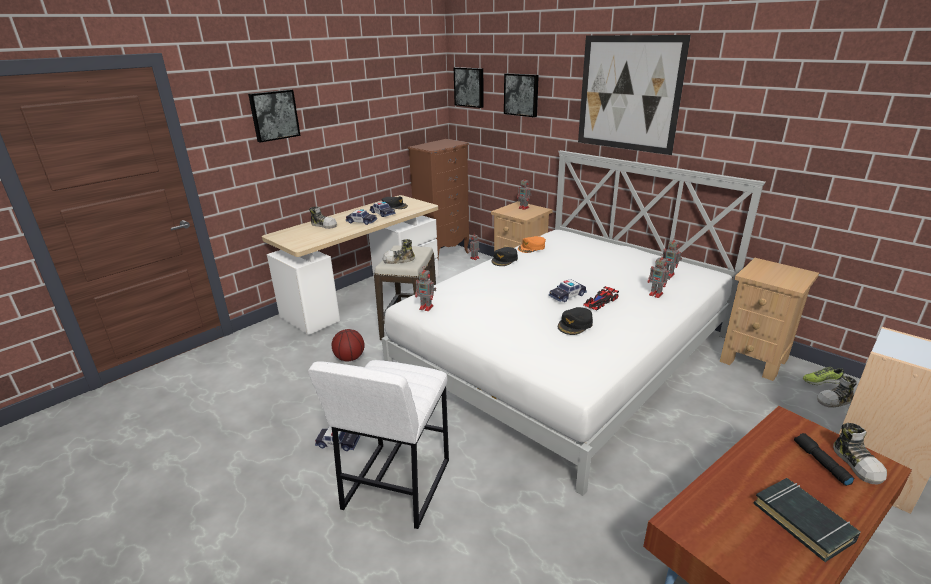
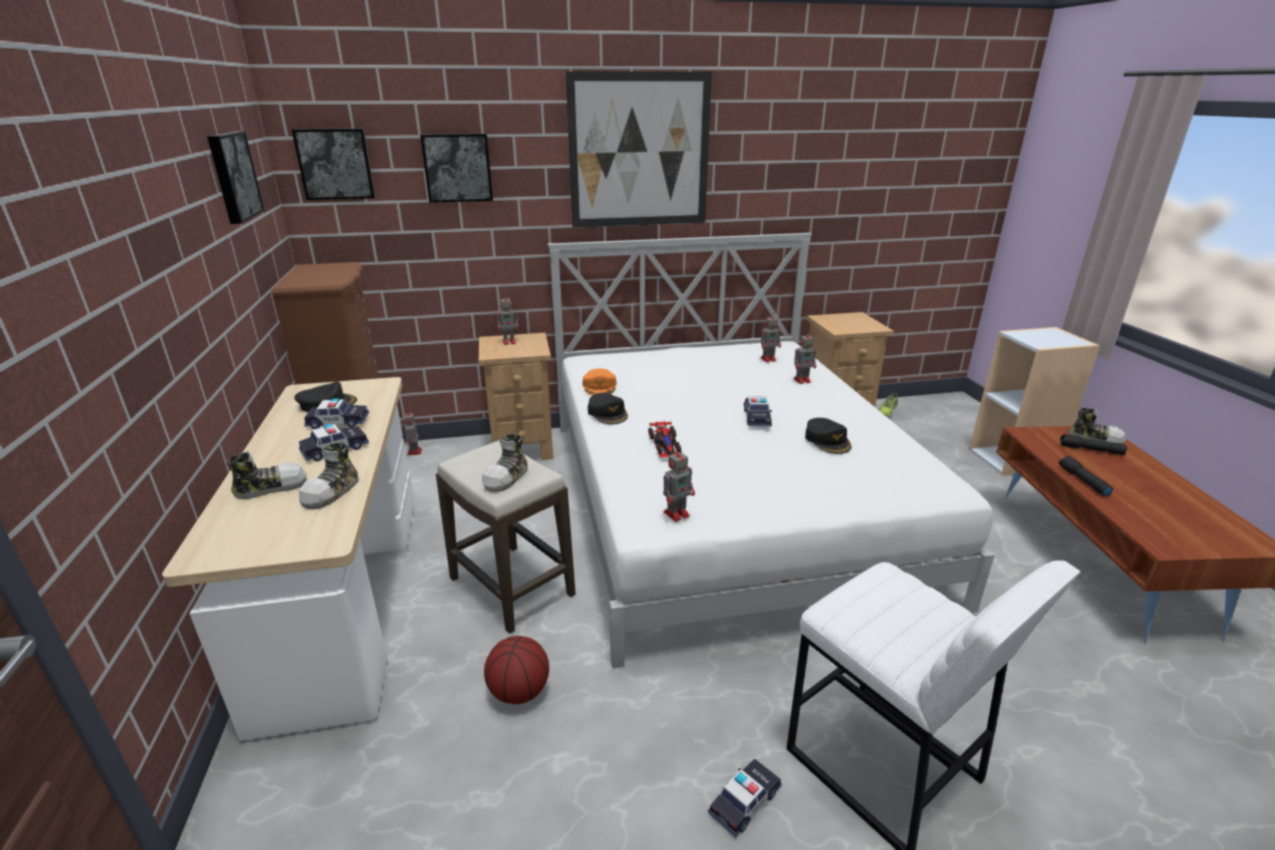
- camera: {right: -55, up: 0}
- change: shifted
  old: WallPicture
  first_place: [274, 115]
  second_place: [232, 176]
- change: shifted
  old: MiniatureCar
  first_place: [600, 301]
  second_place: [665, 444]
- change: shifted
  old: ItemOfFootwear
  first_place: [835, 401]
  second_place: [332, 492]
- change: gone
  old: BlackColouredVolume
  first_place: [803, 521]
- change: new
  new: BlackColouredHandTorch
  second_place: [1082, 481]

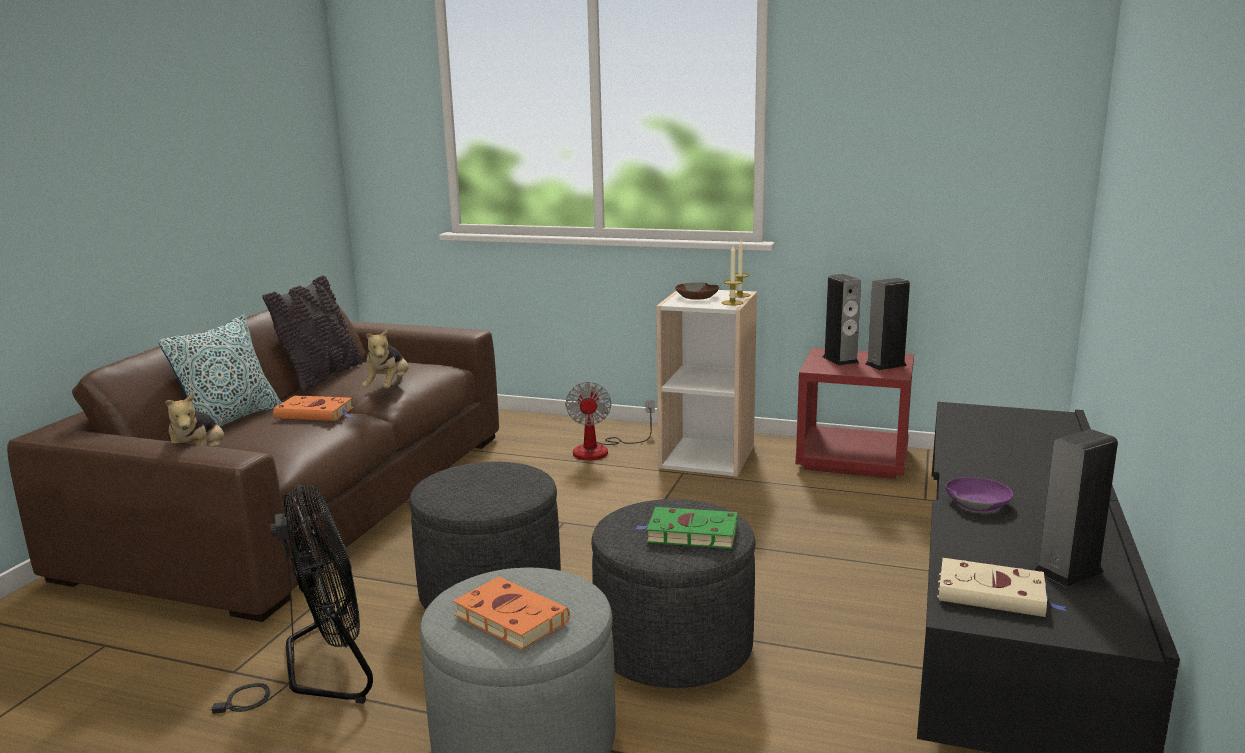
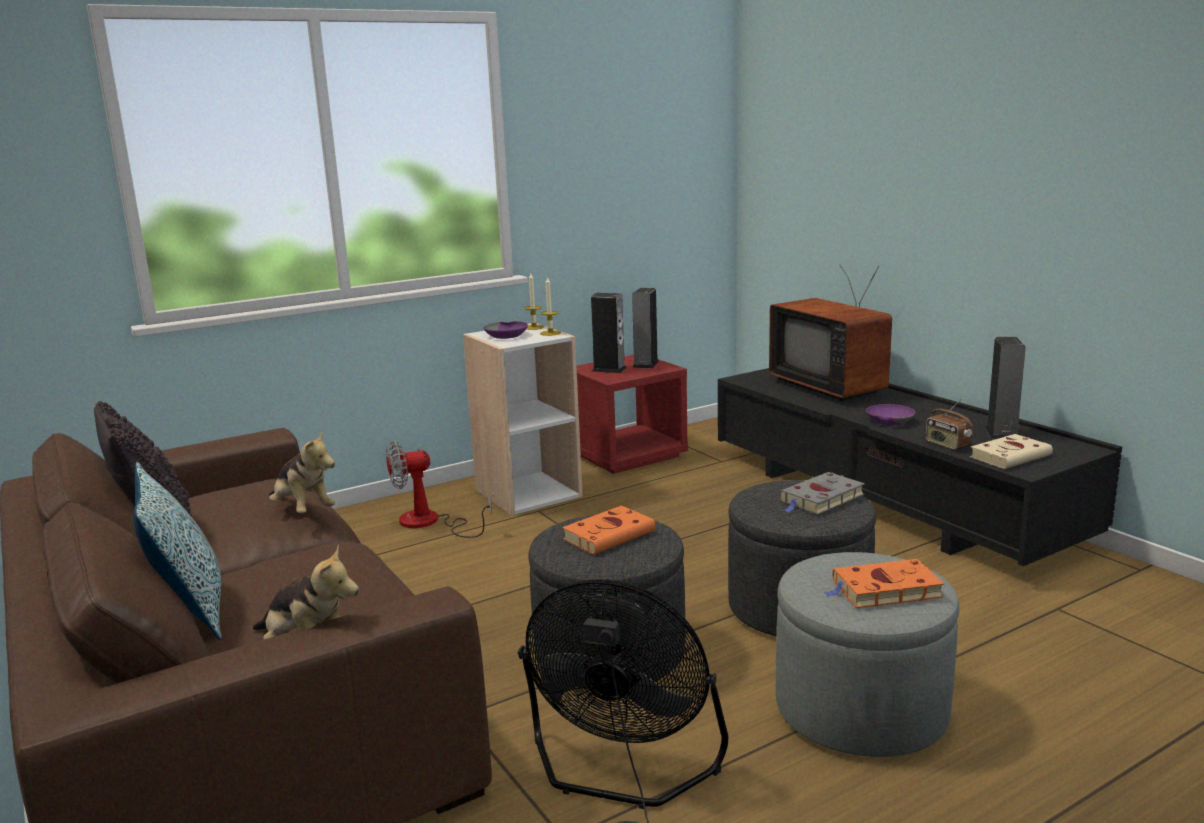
- camera: {right: -50, up: 0}
- change: repainted
  old: BrownishBowl
  new: PurpleColouredBowl
  first_place: [697, 297]
  second_place: [507, 336]
- change: rotated
  old: CoolingFan
  first_place: [601, 450]
  second_place: [430, 523]
  degrees: 120
- change: shifted
  old: OrangeyVolume
  first_place: [316, 413]
  second_place: [611, 535]
- change: repainted
  old: GreenColouredVolume
  new: GreyishVolume
  first_place: [689, 533]
  second_place: [820, 499]
- change: new
  new: TvSet
  second_place: [832, 386]
- change: new
  new: RadioSet
  second_place: [947, 445]

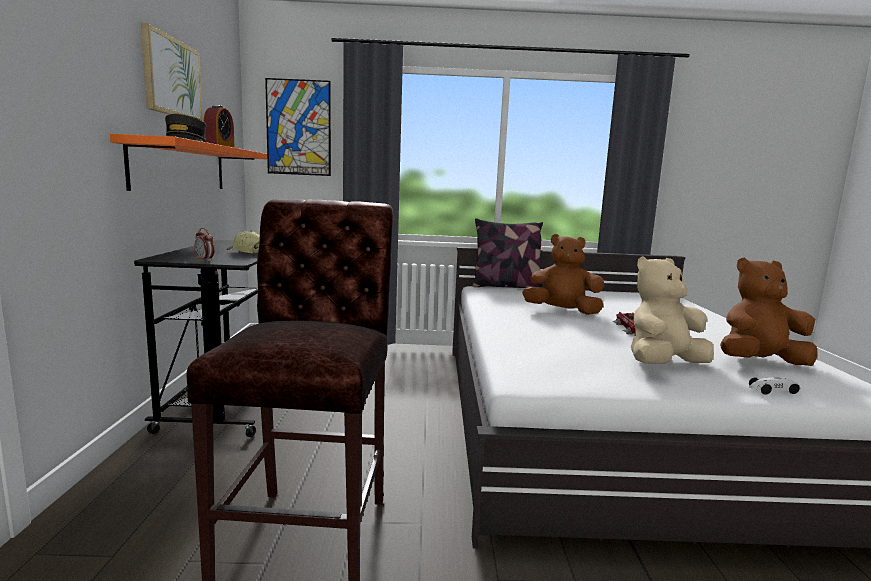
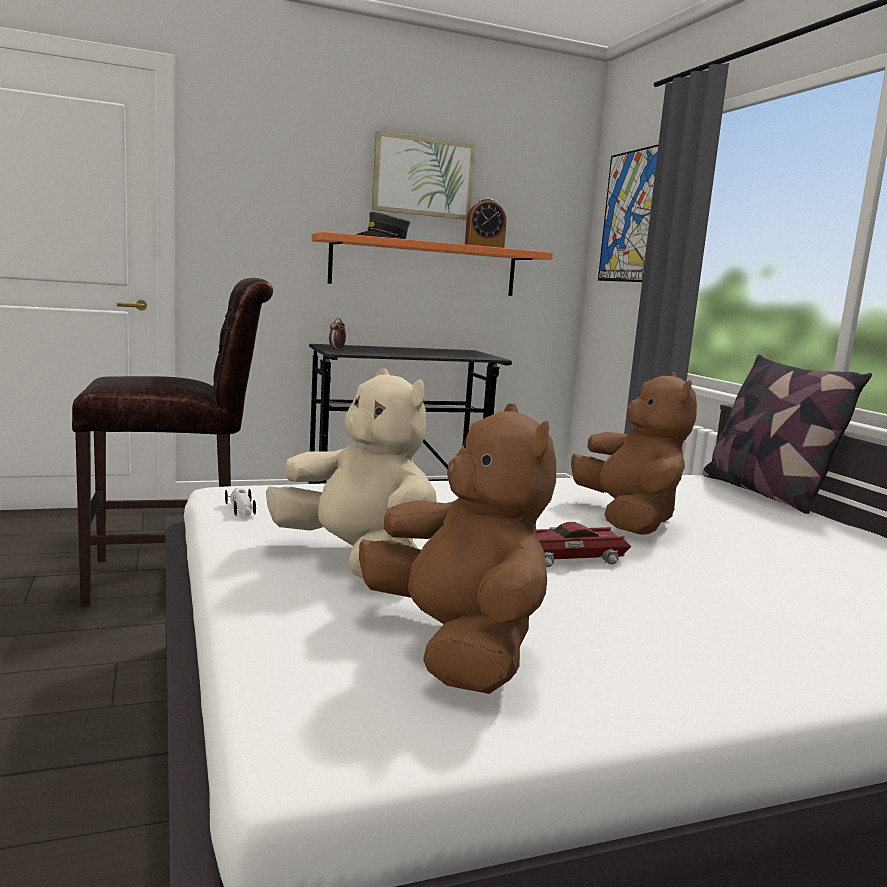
- camera: {right: 70, up: 0}
- change: gone
  old: PeakedCap
  first_place: [245, 252]
- change: shifted
  old: MiniatureCar
  first_place: [774, 391]
  second_place: [241, 509]

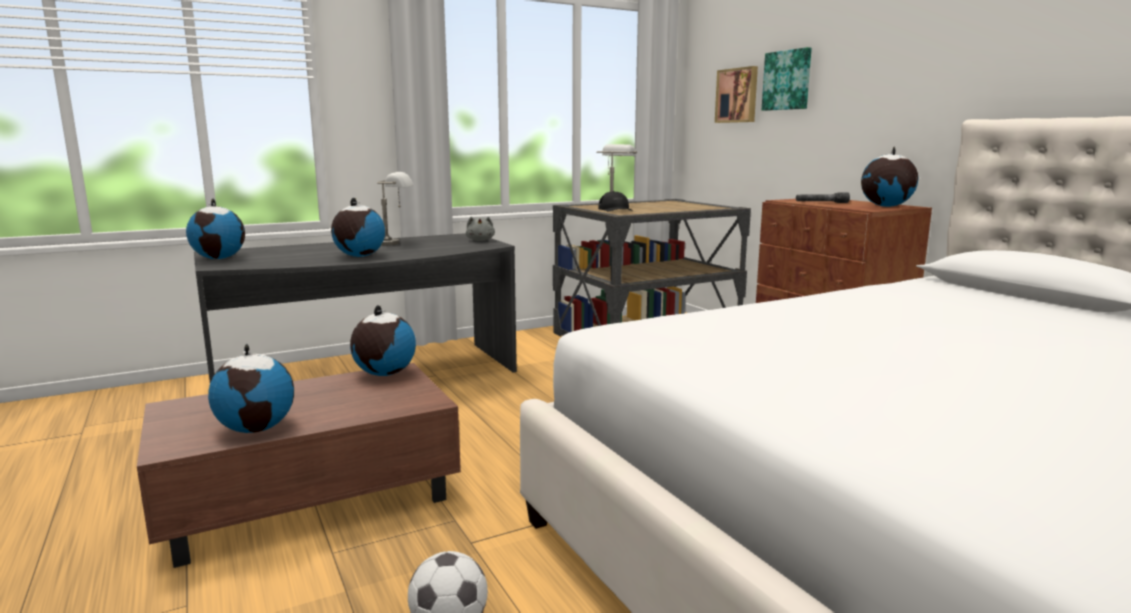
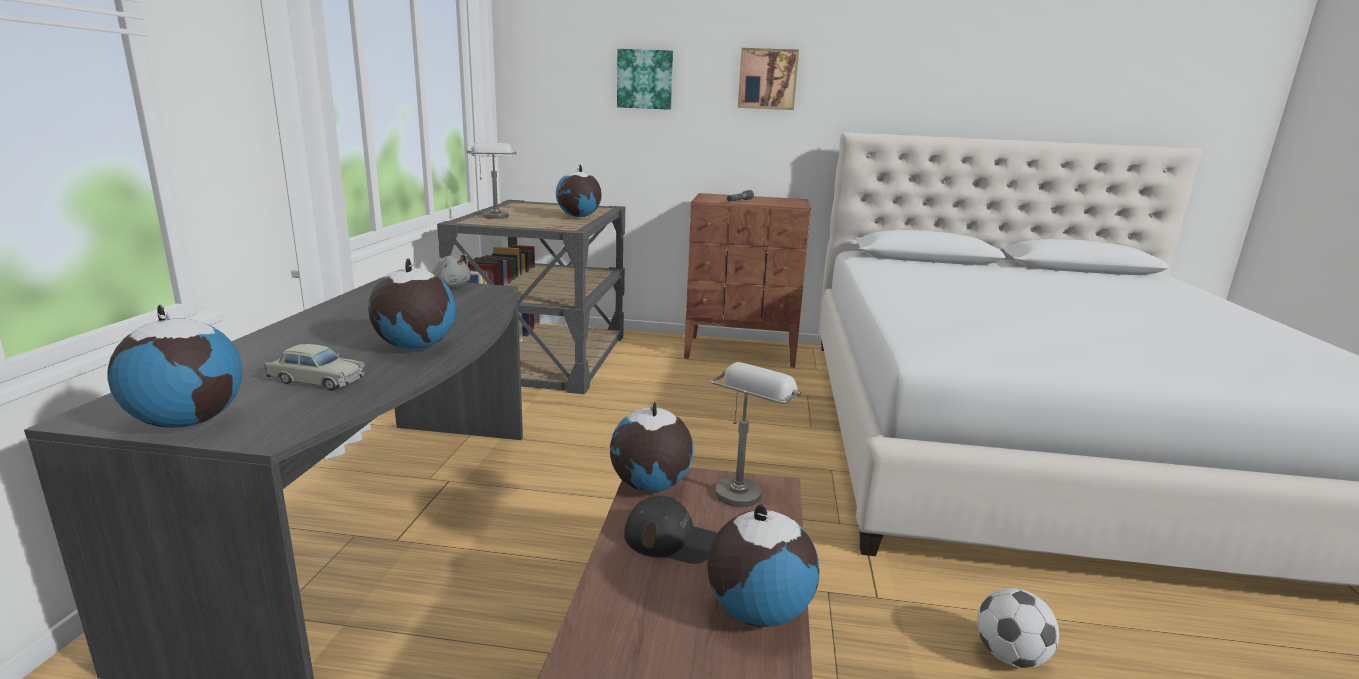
- camera: {right: -55, up: 5}
- change: shifted
  old: WallPicture
  first_place: [737, 95]
  second_place: [767, 79]
- change: shifted
  old: DeskGlobe
  first_place: [886, 206]
  second_place: [578, 217]
- change: shifted
  old: GreyishTableLamp
  first_place: [395, 243]
  second_place: [744, 487]
- change: shifted
  old: BlackColouredPeakedCap
  first_place: [615, 209]
  second_place: [672, 539]
- change: new
  new: SandColouredMiniatureCar
  second_place: [317, 380]

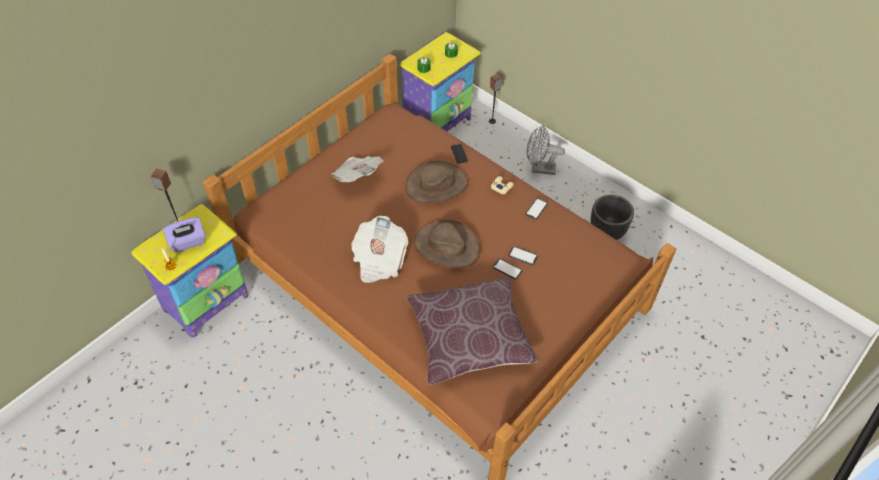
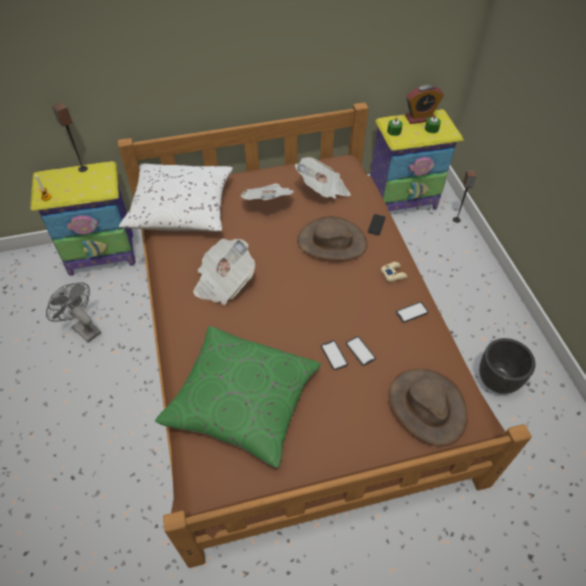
- camera: {right: 35, up: 0}
- change: shifted
  old: GreyishCoolingFan
  first_place: [539, 169]
  second_place: [83, 328]
- change: gone
  old: PurpleColouredTissueHolder
  first_place: [188, 242]
- change: shifted
  old: BrownishHat
  first_place: [446, 246]
  second_place: [426, 406]
- change: repainted
  old: BrownishThrowPillow
  new: GreenColouredThrowPillow
  first_place: [470, 338]
  second_place: [242, 401]
- change: new
  new: AlarmClock
  second_place: [420, 118]
- change: new
  new: DailyPaper
  second_place: [323, 190]
- change: new
  new: WhiteColouredThrowPillow
  second_place: [181, 208]

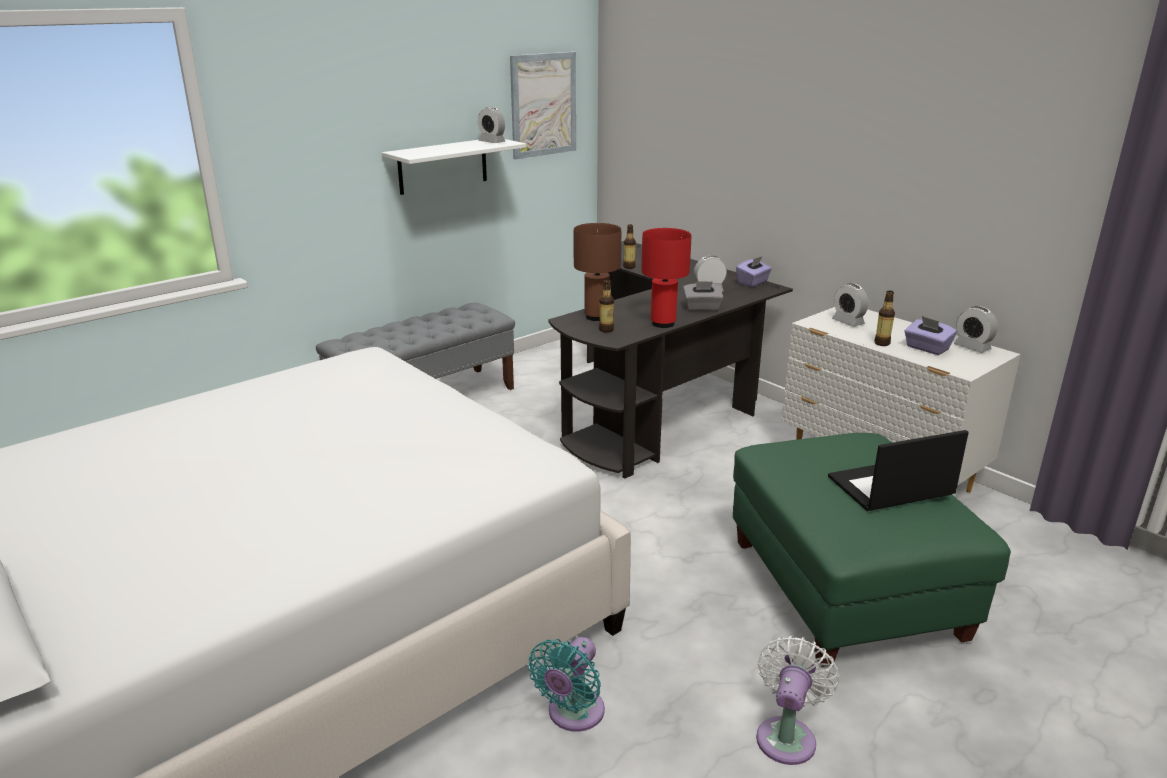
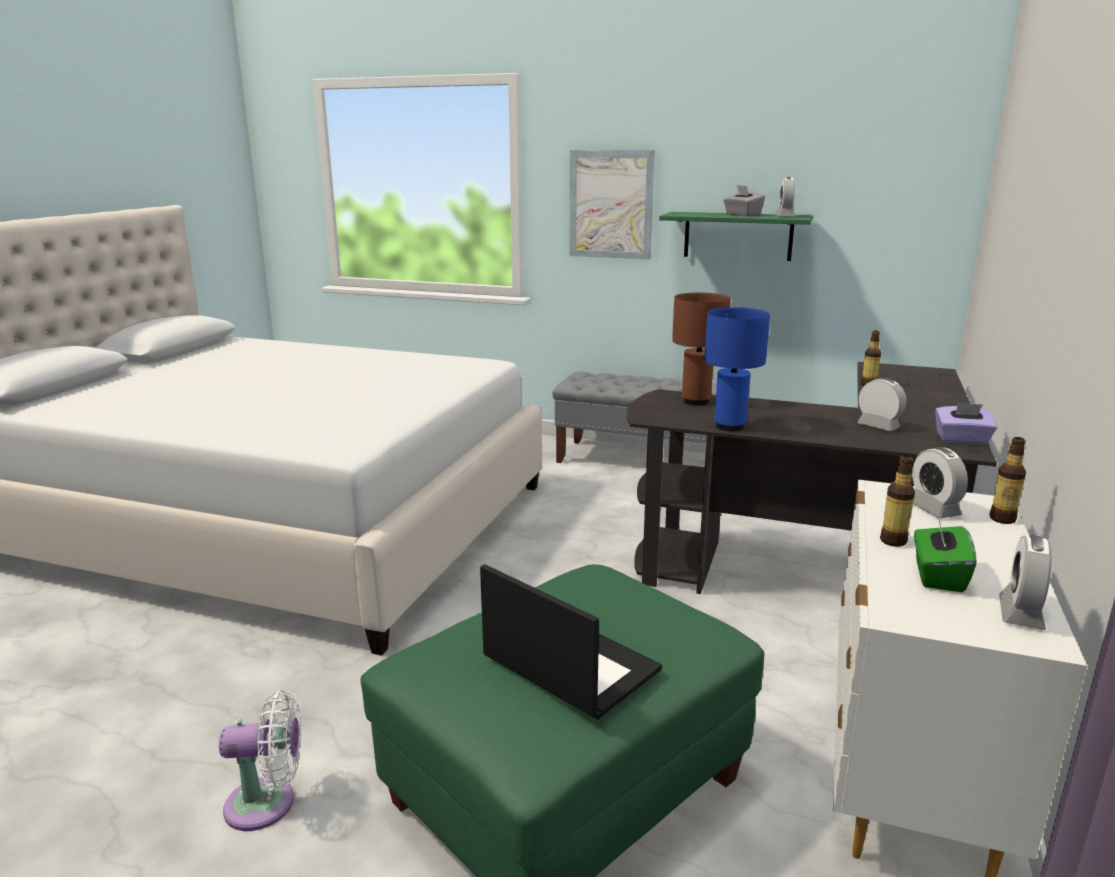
- camera: {right: 60, up: -5}
- change: shifted
  old: WallPicture
  first_place: [543, 105]
  second_place: [611, 204]
- change: repainted
  old: WhiteColouredWallShelf
  new: GreenColouredWallShelf
  first_place: [443, 166]
  second_place: [738, 236]
- change: repainted
  old: RedColouredTableLamp
  new: BluishTableLamp
  first_place: [663, 323]
  second_place: [730, 426]
- change: shifted
  old: BeverageBottle
  first_place: [606, 330]
  second_place: [1002, 519]
- change: shifted
  old: GreyishTissueHolder
  first_place: [702, 308]
  second_place: [742, 215]
- change: rotated
  old: AlarmClock
  first_place: [848, 322]
  second_place: [933, 509]
  degrees: -45
- change: repainted
  old: PurpleColouredTissueHolder
  new: GreenColouredTissueHolder
  first_place: [927, 348]
  second_place: [938, 576]
- change: gone
  old: TurquoiseCoolingFan
  first_place: [573, 714]

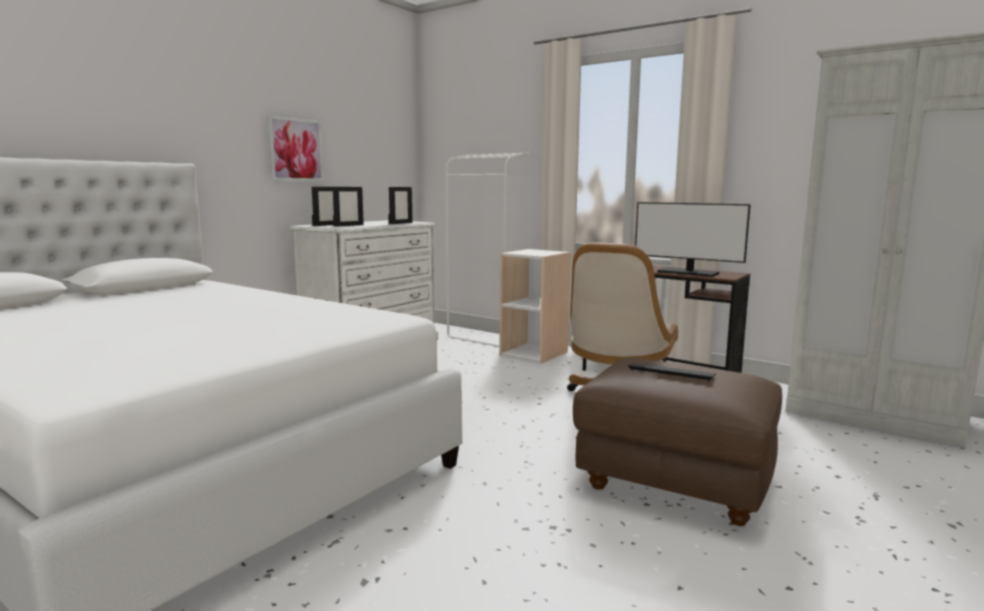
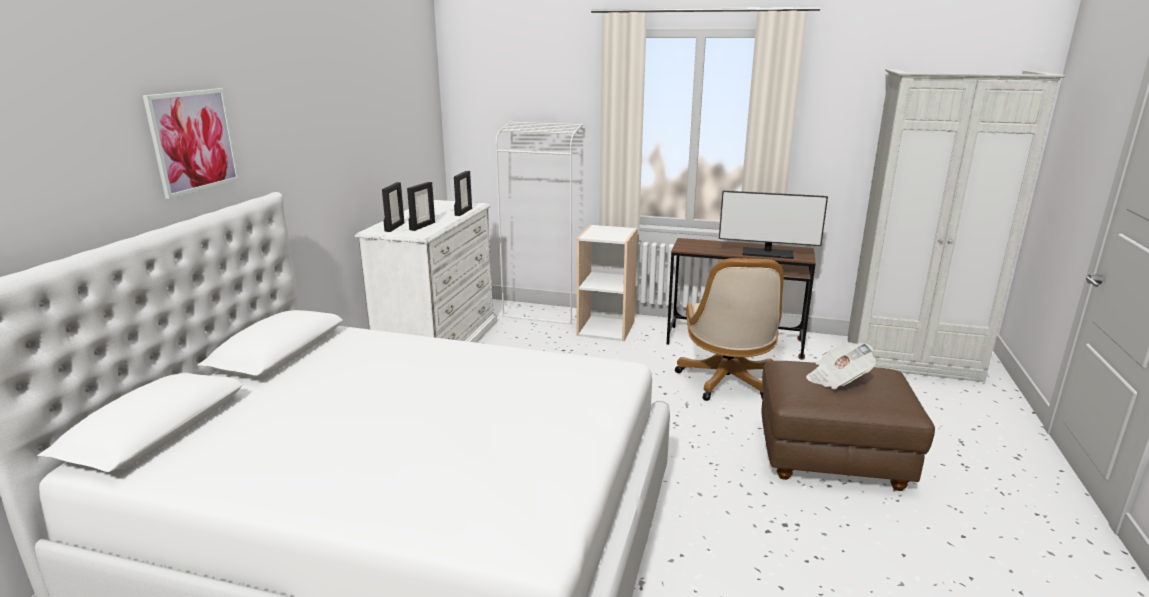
- camera: {right: -20, up: 10}
- change: shifted
  old: WallPicture
  first_place: [295, 150]
  second_place: [193, 141]
- change: swapped
  old: Keyboard
  new: DailyPaper
  first_place: [671, 372]
  second_place: [837, 380]

